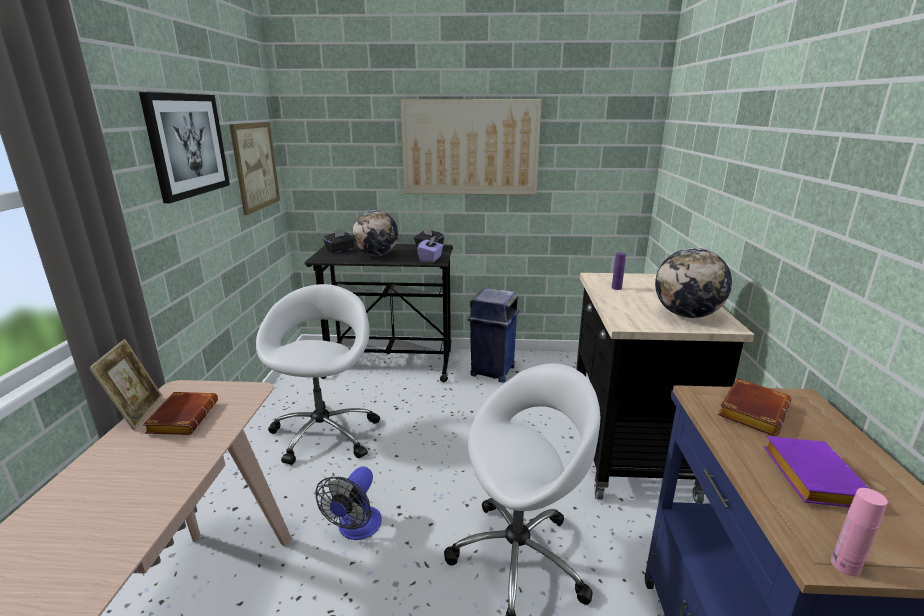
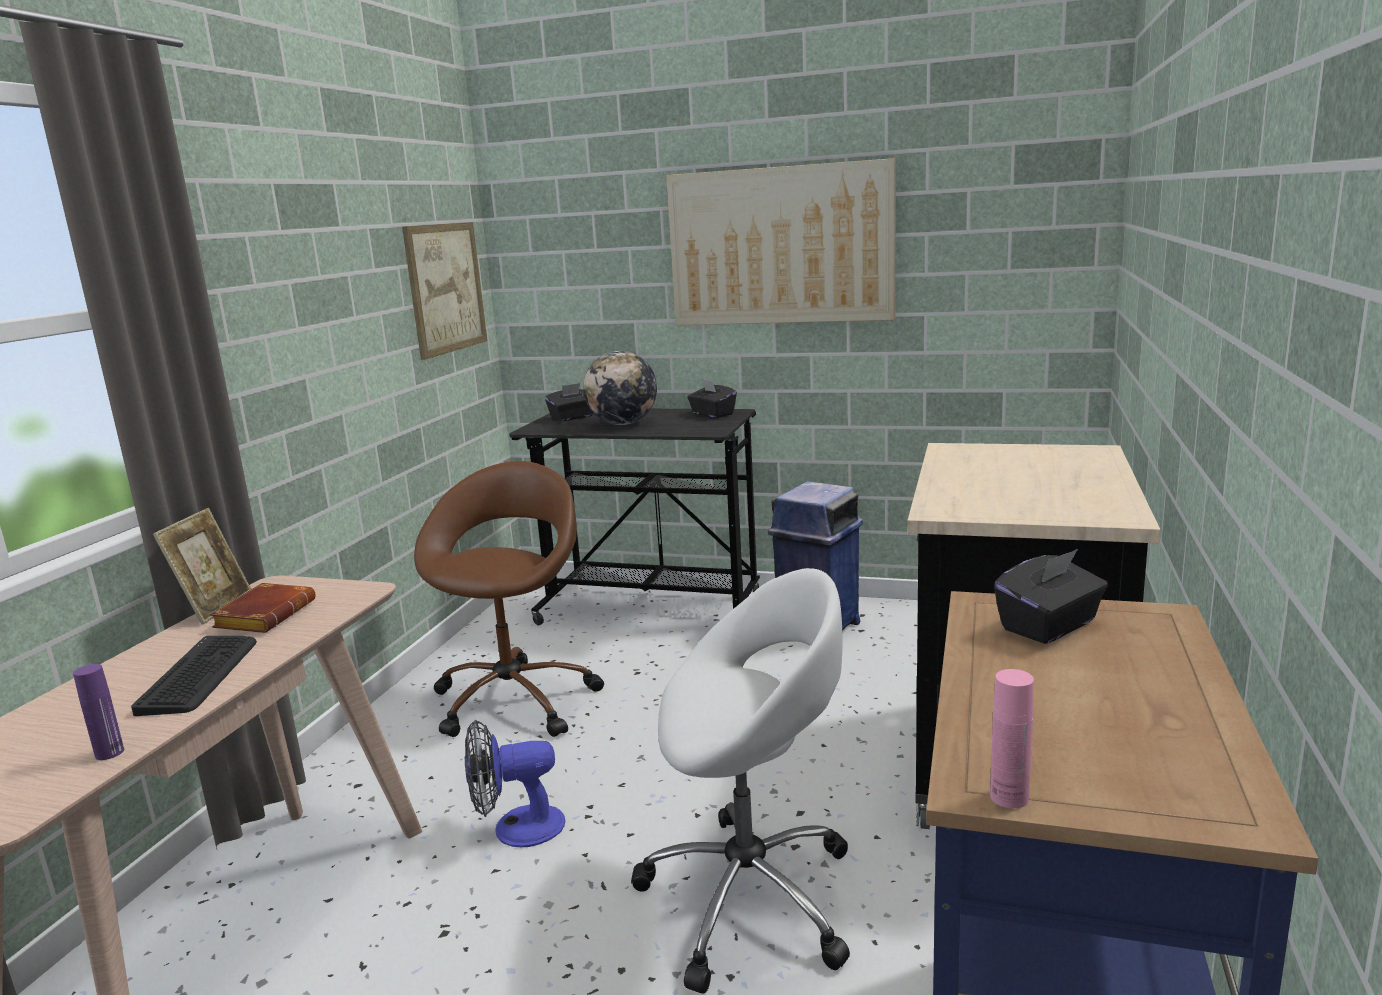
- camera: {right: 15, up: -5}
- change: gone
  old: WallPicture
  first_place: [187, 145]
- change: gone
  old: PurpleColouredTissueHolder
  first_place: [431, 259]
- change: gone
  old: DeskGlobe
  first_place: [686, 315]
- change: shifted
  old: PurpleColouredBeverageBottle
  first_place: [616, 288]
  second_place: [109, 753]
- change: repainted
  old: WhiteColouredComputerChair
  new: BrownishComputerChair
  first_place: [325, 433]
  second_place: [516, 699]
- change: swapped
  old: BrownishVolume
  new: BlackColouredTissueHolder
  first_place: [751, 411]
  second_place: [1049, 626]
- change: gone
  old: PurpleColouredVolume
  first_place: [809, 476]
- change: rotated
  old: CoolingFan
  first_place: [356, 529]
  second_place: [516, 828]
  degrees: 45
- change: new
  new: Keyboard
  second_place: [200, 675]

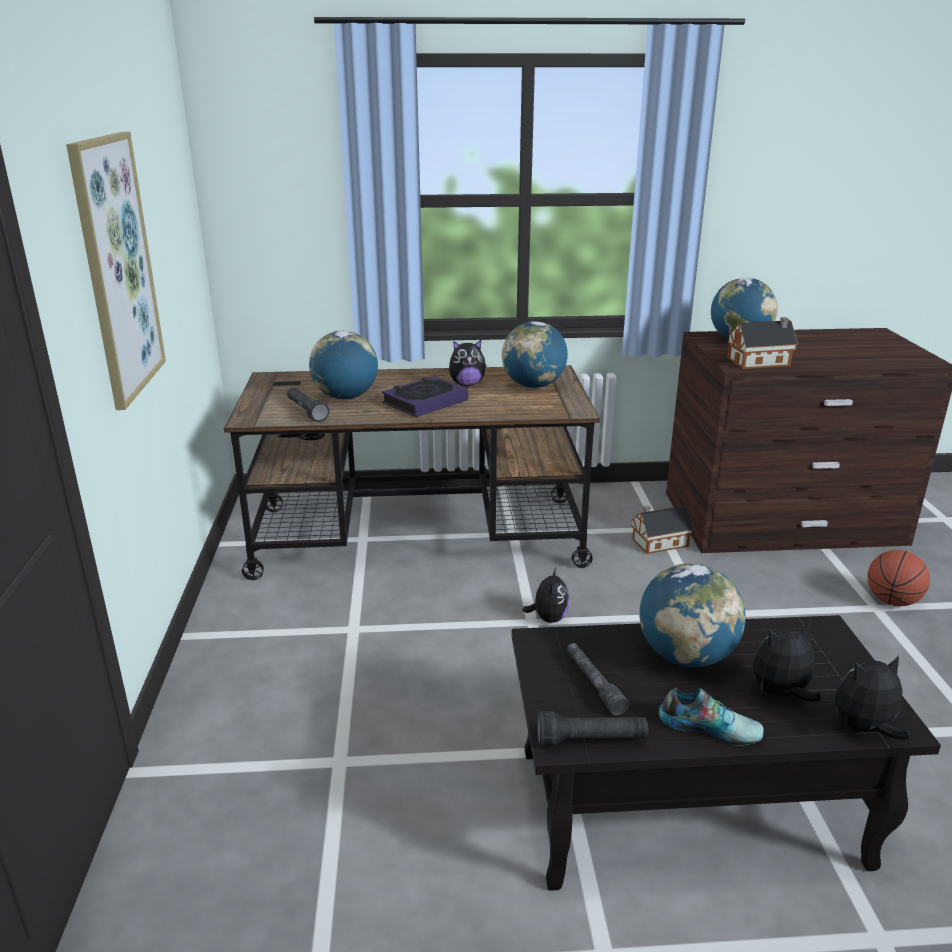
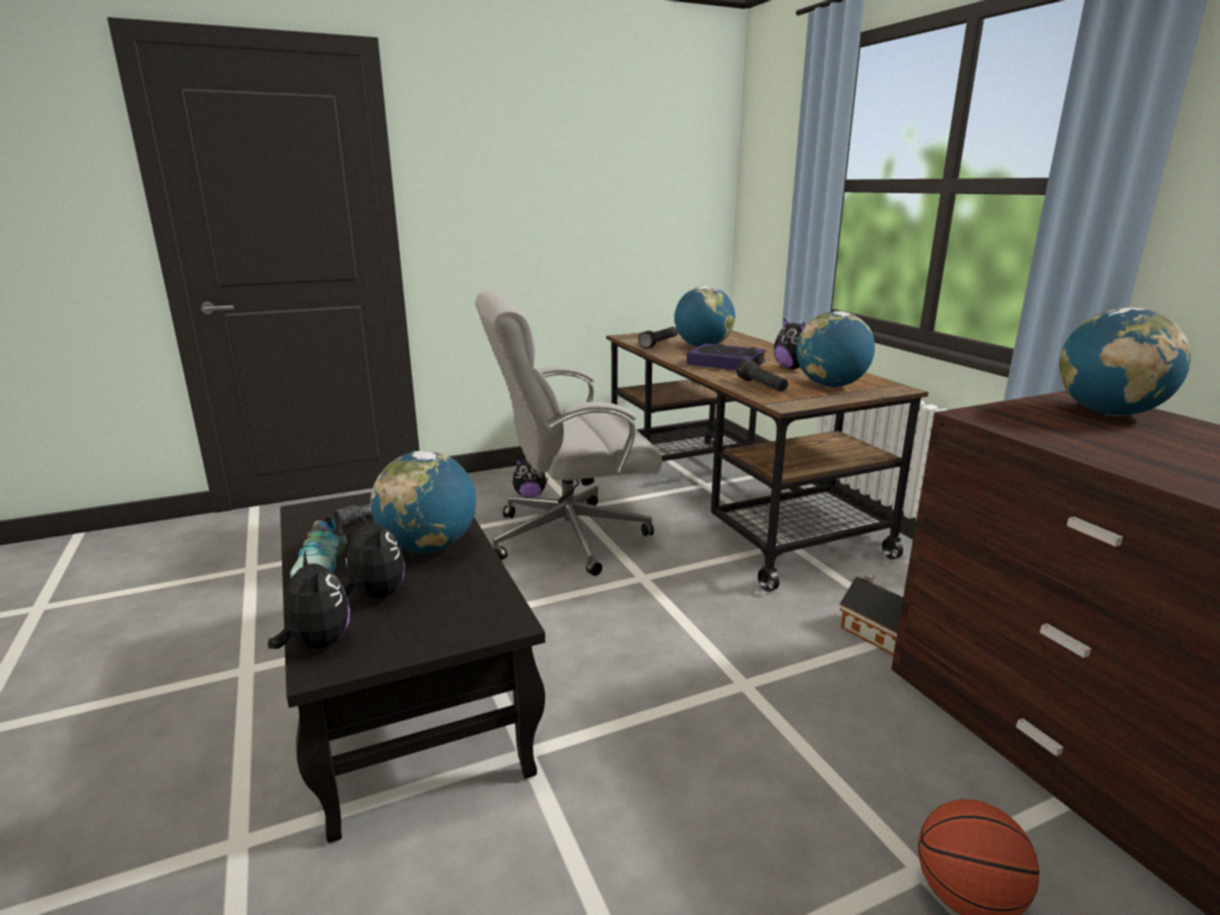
- camera: {right: 70, up: -5}
- change: gone
  old: WallPicture
  first_place: [117, 268]
- change: gone
  old: MiniatureHouse
  first_place: [761, 362]
- change: shifted
  old: SoftToy
  first_place: [548, 618]
  second_place: [530, 495]
- change: shifted
  old: BlackColouredHandTorch
  first_place: [591, 740]
  second_place: [762, 386]
- change: new
  new: GreyishComputerChair
  second_place: [570, 536]

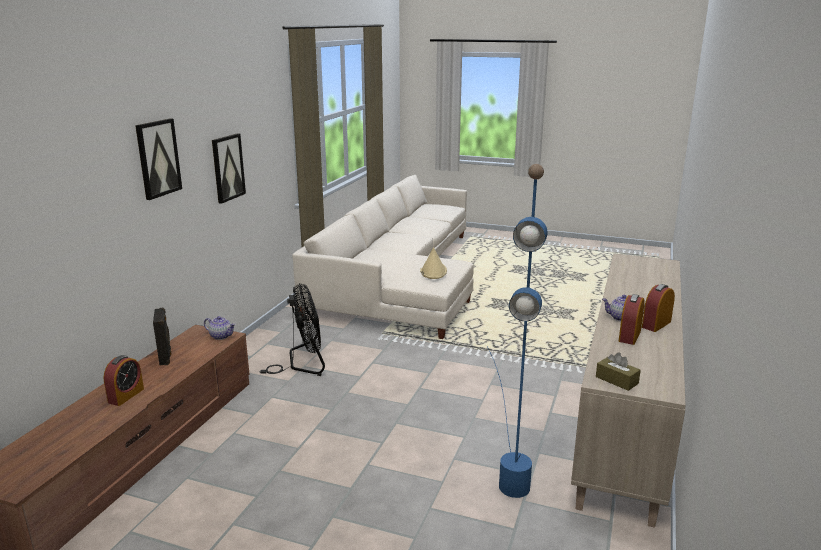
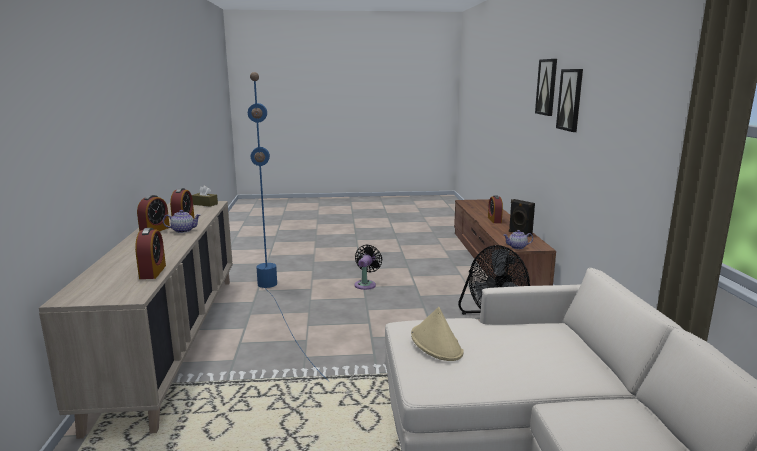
- camera: {right: 155, up: -5}
- change: shifted
  old: WallPicture
  first_place: [227, 167]
  second_place: [547, 87]
- change: new
  new: AlarmClock
  second_place: [152, 272]
- change: new
  new: BlackColouredCoolingFan
  second_place: [366, 284]

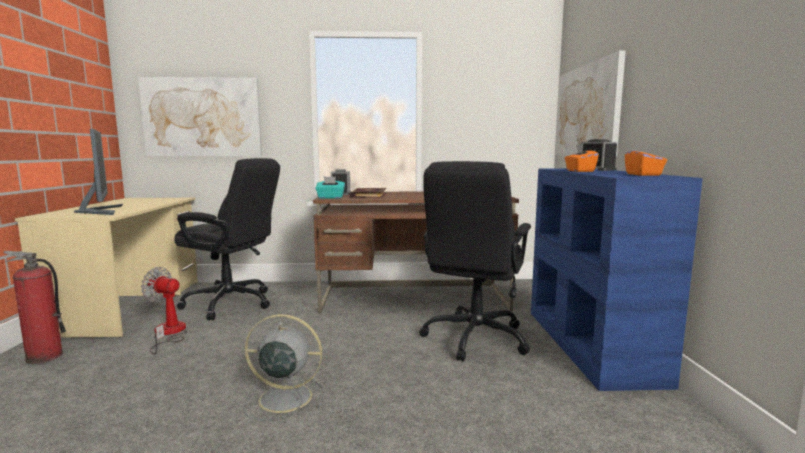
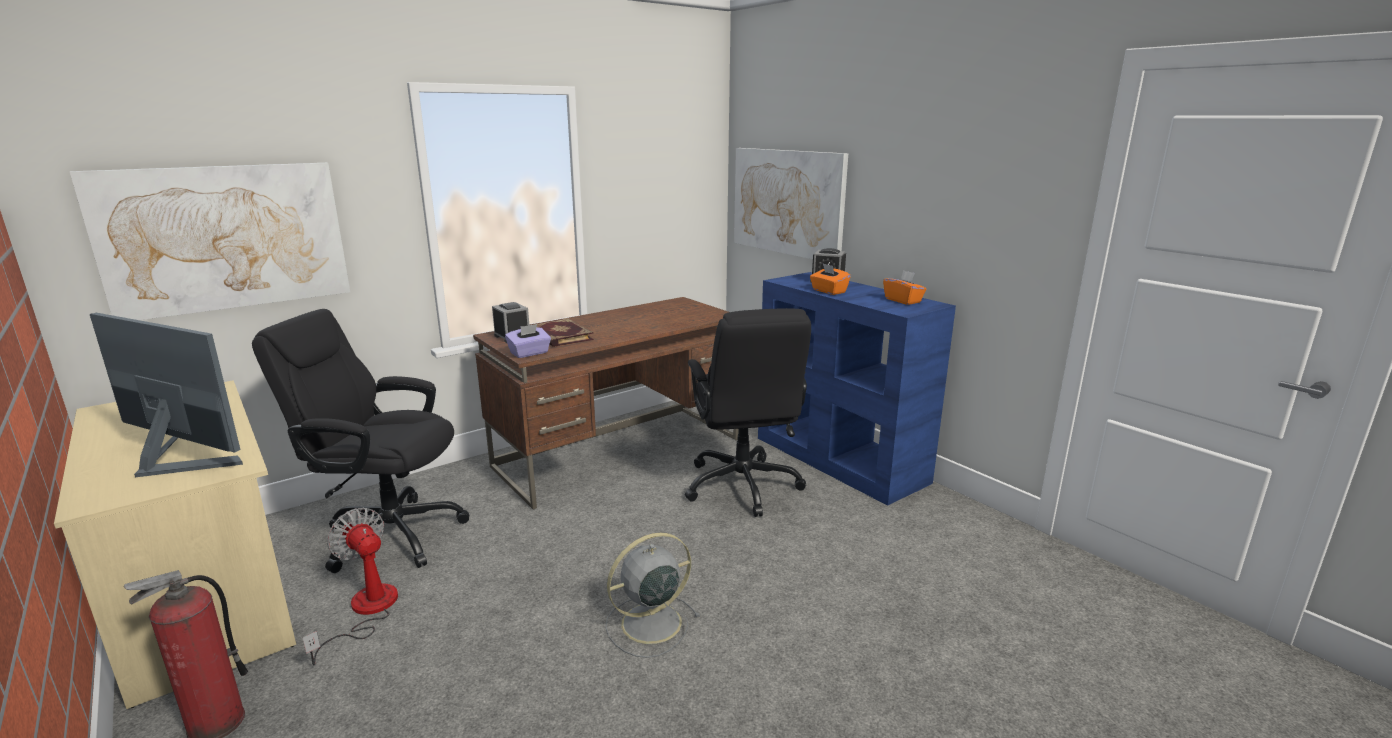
- camera: {right: -35, up: 10}
- change: rotated
  old: BlackColouredComputerChair
  first_place: [233, 304]
  second_place: [387, 535]
  degrees: -150
- change: repainted
  old: TurquoiseTissueHolder
  new: PurpleColouredTissueHolder
  first_place: [330, 198]
  second_place: [529, 353]
- change: rotated
  old: CoolingFan
  first_place: [168, 333]
  second_place: [365, 611]
  degrees: 60

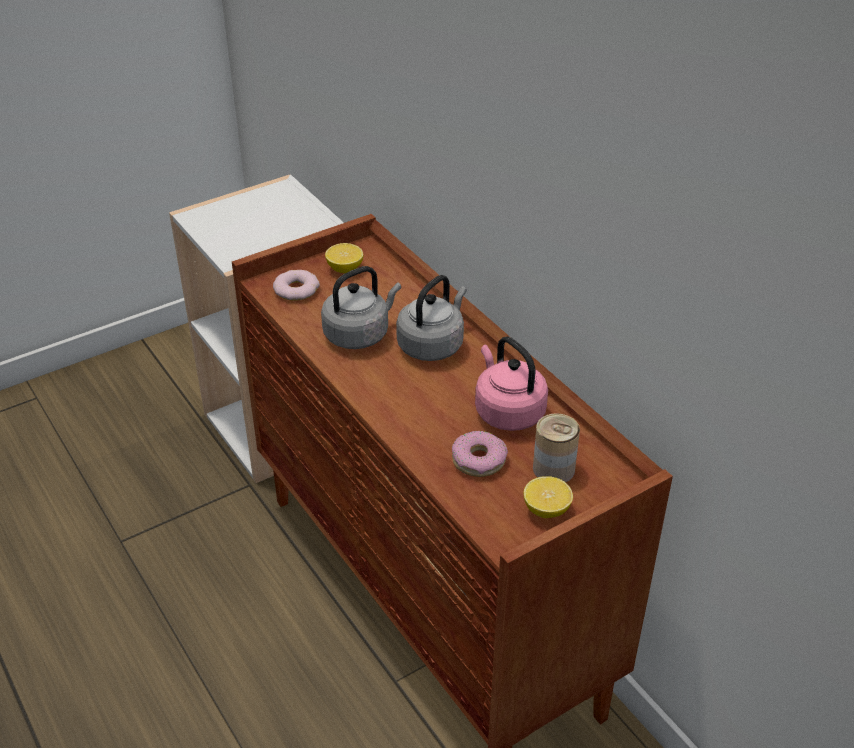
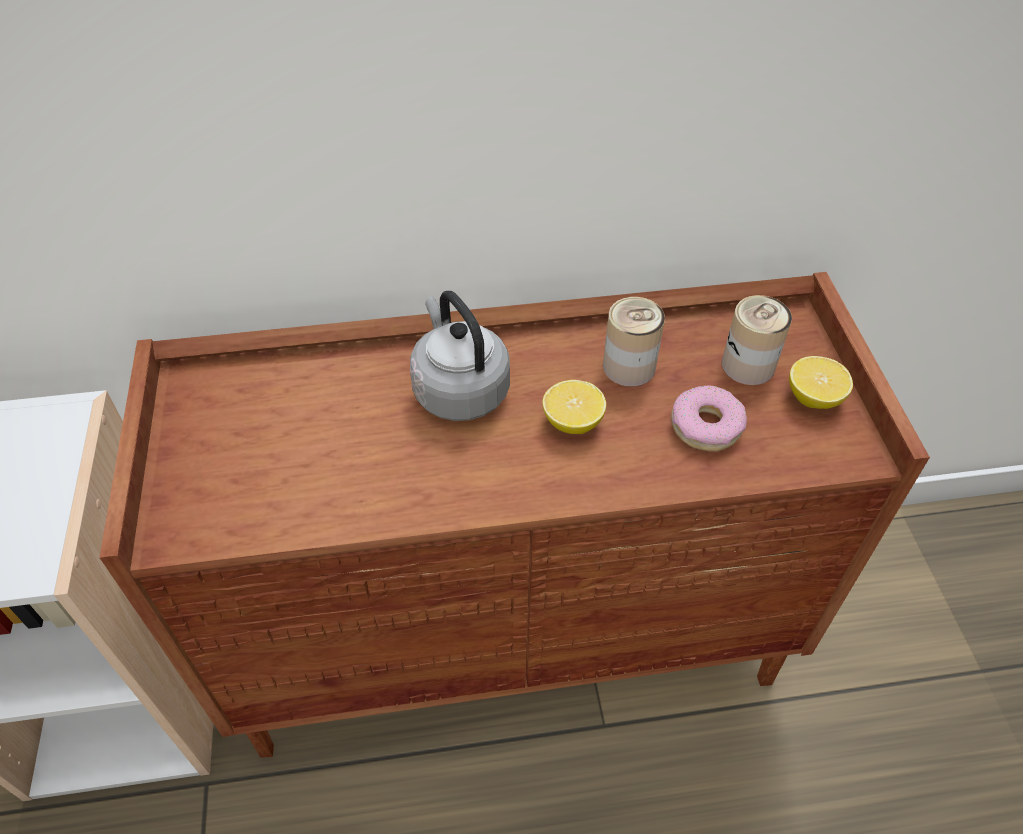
- camera: {right: -65, up: 10}
- change: shifted
  old: WholeLemon
  first_place: [345, 268]
  second_place: [572, 422]
- change: gone
  old: GreyishTeaKettle
  first_place: [359, 334]
- change: gone
  old: RingDoughnut
  first_place: [296, 289]
- change: swapped
  old: PinkishTeaKettle
  new: SealedCan
  first_place: [507, 411]
  second_place: [629, 366]

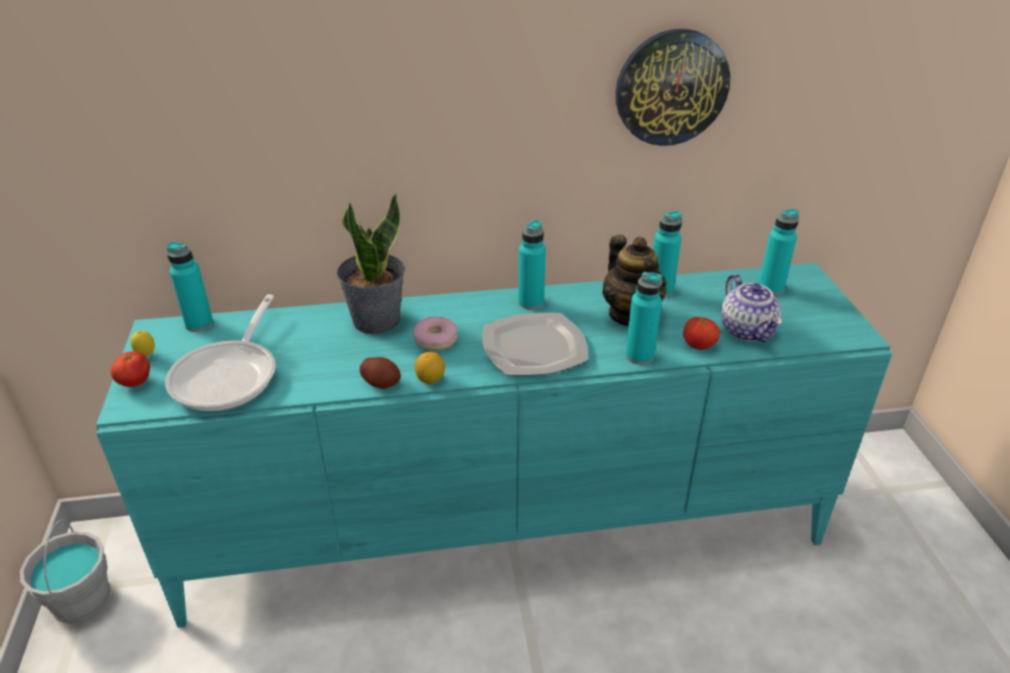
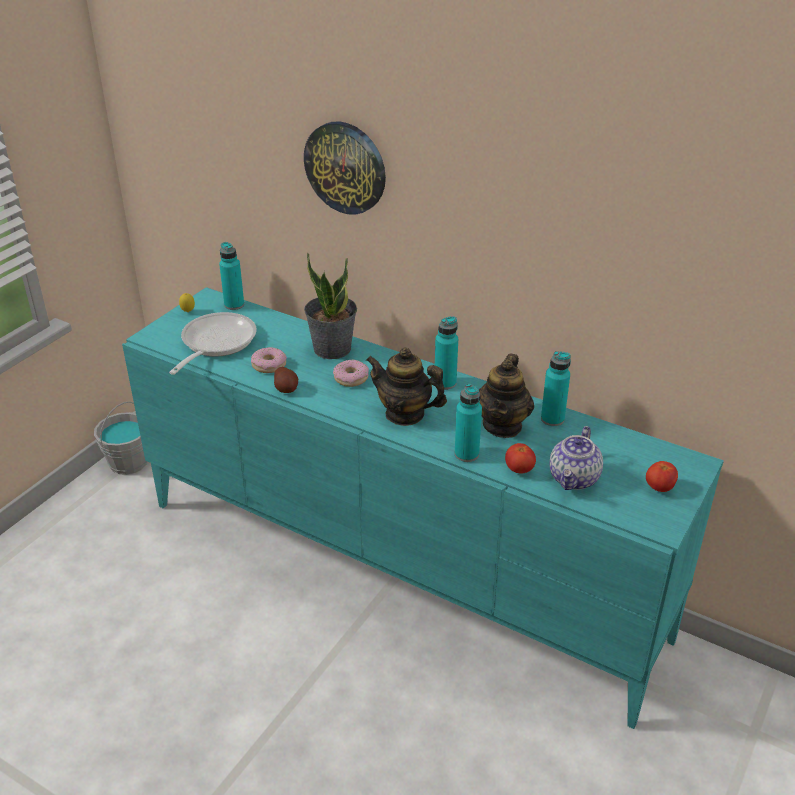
- camera: {right: 40, up: 0}
- change: shifted
  old: HangingClock
  first_place: [671, 87]
  second_place: [345, 167]
- change: gone
  old: TurquoiseBeverageBottle
  first_place: [771, 288]
- change: rotated
  old: Skillet
  first_place: [230, 375]
  second_place: [215, 343]
  degrees: 150
- change: swapped
  old: DinnerPlate
  new: TeaPot
  first_place: [535, 348]
  second_place: [405, 414]
- change: shifted
  old: Tomato
  first_place: [135, 383]
  second_place: [659, 488]
- change: gone
  old: WholeLemon
  first_place: [430, 380]
- change: new
  new: RingDoughnut
  second_place: [269, 365]

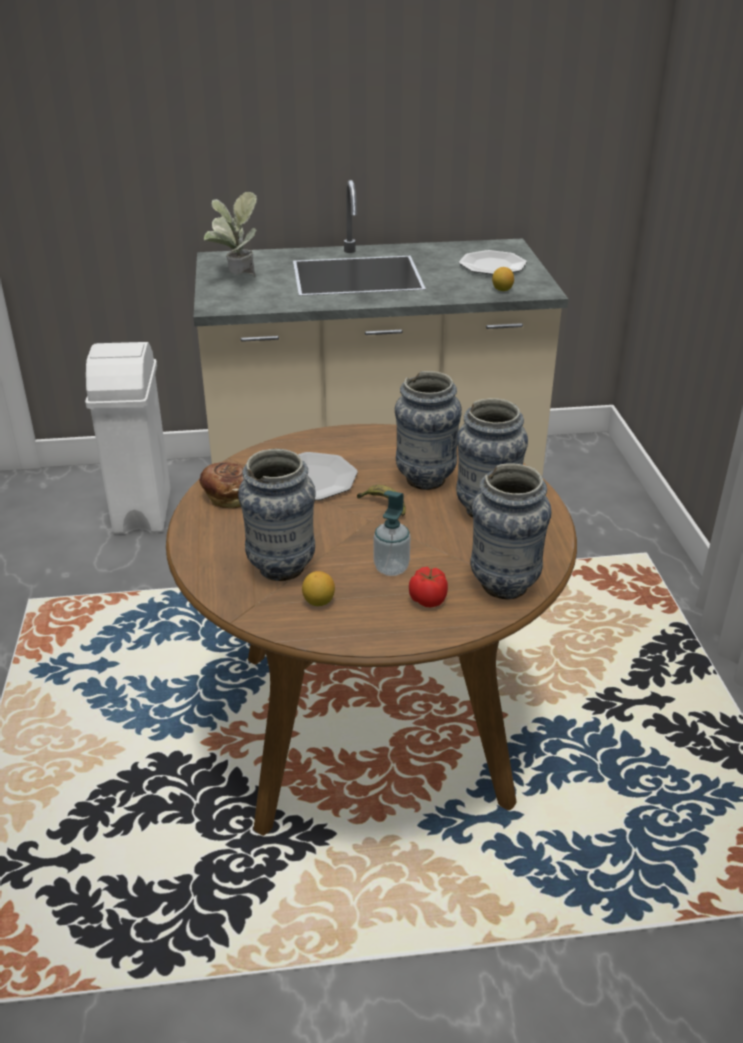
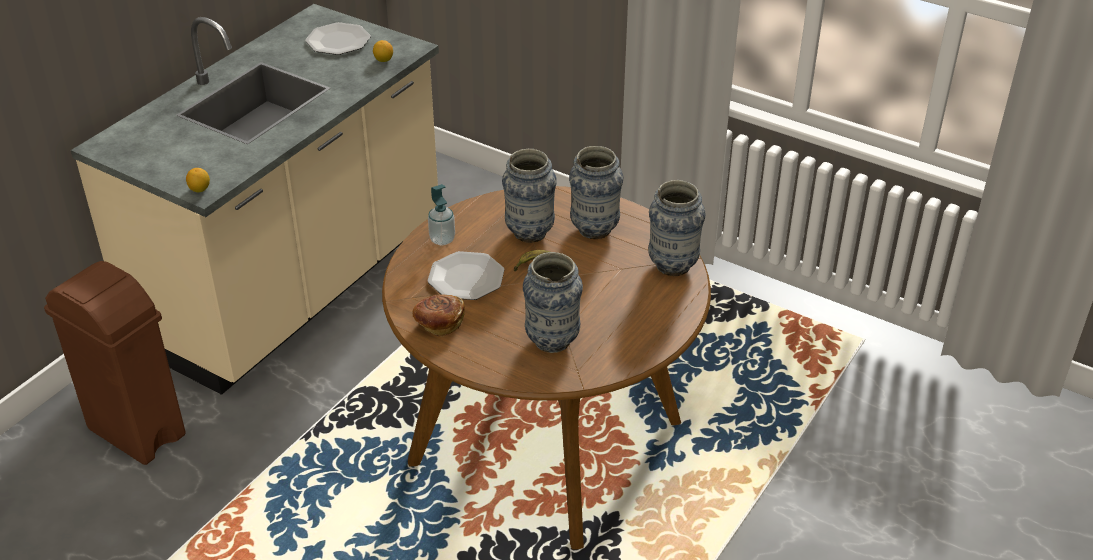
- camera: {right: -50, up: 5}
- change: gone
  old: Houseplant
  first_place: [236, 279]
- change: repainted
  old: WhiteColouredTrashCan
  new: BrownishTrashCan
  first_place: [142, 512]
  second_place: [137, 433]
- change: shifted
  old: SoapBottle
  first_place: [391, 568]
  second_place: [442, 239]
- change: gone
  old: Tomato
  first_place: [429, 599]
- change: shifted
  old: WholeLemon
  first_place: [319, 602]
  second_place: [200, 189]

